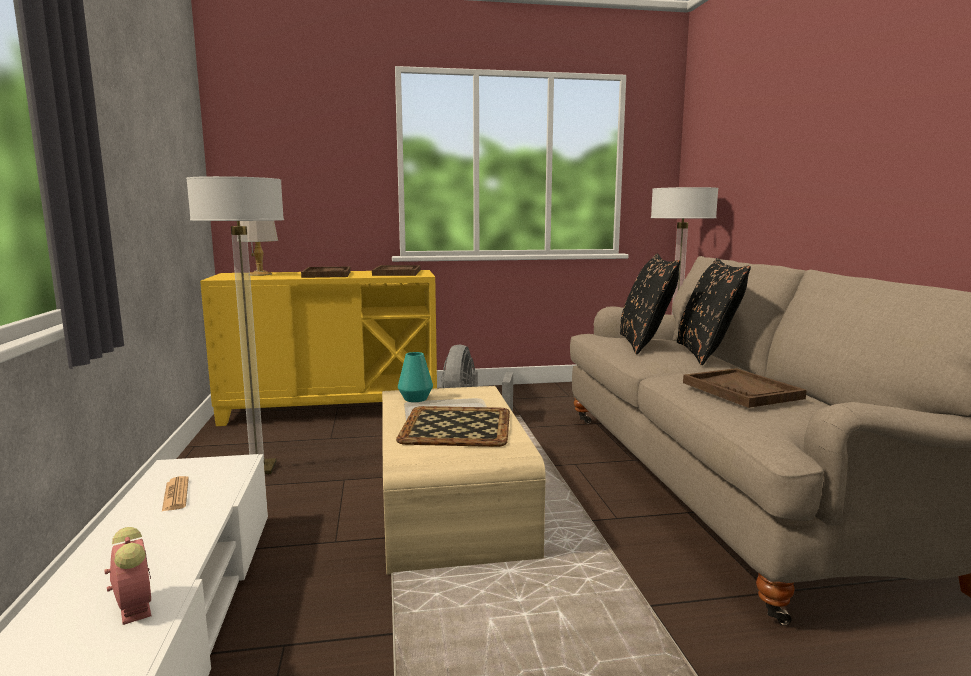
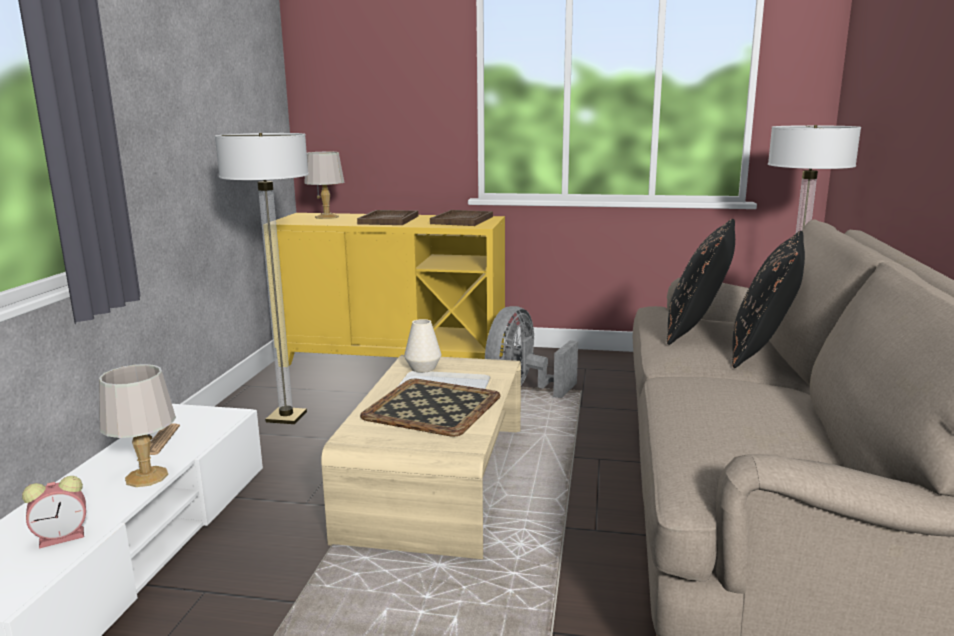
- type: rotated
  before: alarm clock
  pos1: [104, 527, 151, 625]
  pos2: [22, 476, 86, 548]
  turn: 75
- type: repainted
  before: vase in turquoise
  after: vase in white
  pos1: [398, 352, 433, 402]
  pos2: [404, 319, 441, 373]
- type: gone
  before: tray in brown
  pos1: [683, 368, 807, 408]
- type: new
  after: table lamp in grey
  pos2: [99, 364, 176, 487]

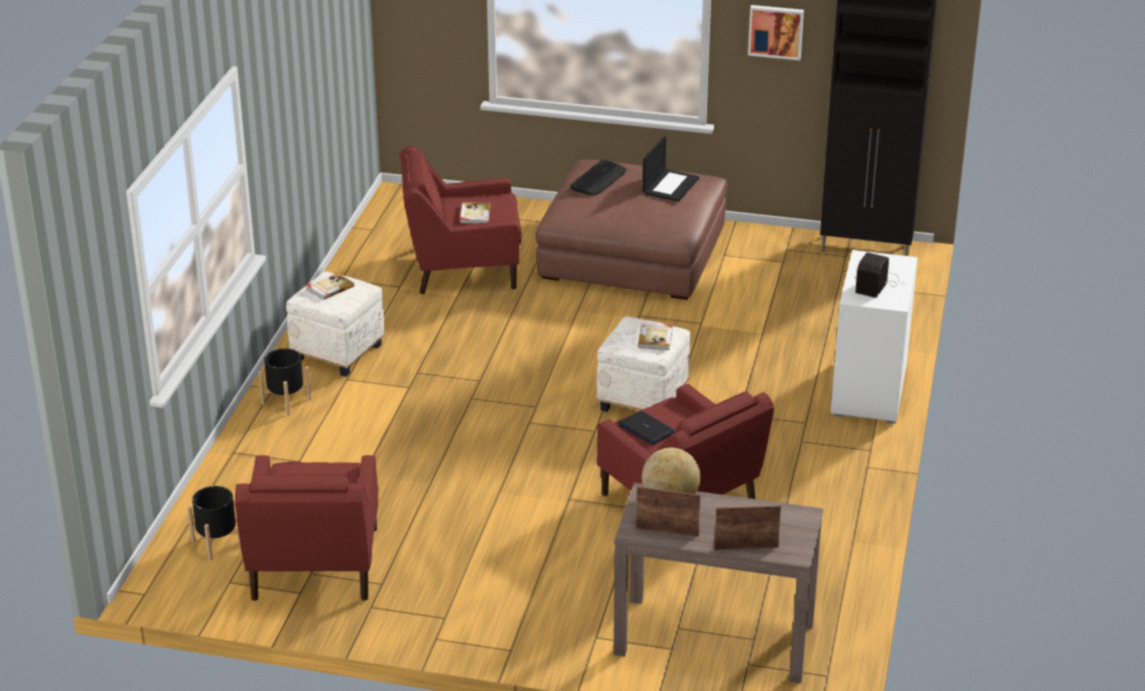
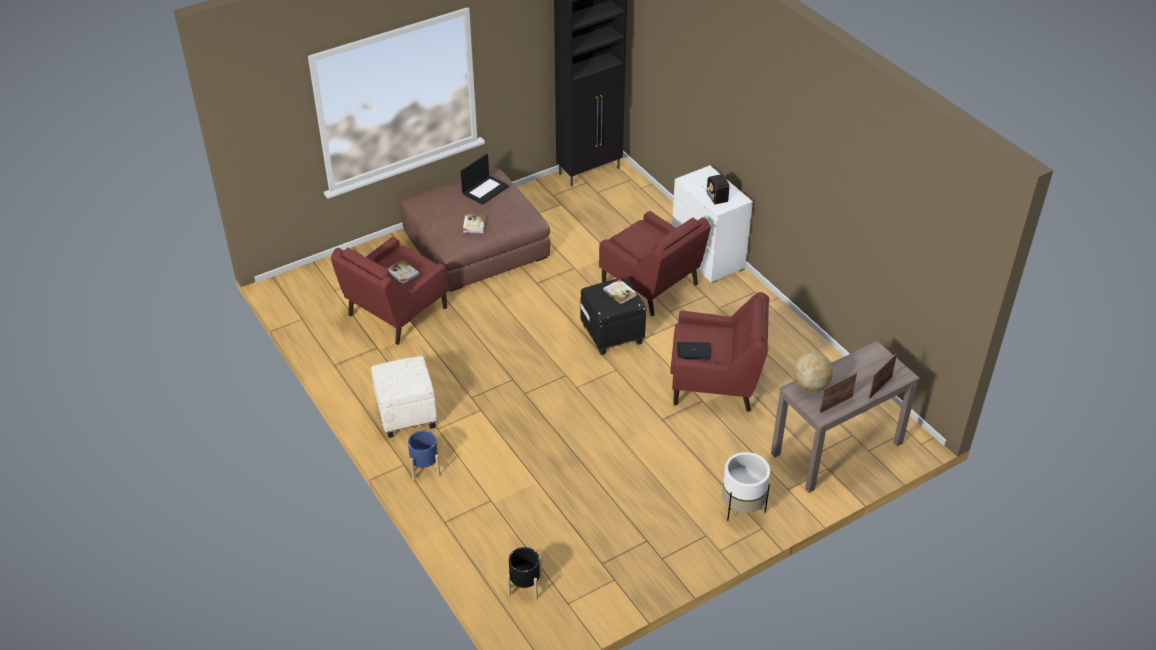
- type: shifted
  before: armchair in red
  pos1: [235, 455, 378, 601]
  pos2: [599, 211, 711, 316]
- type: repainted
  before: planter in black
  after: planter in blue
  pos1: [258, 348, 311, 416]
  pos2: [408, 431, 440, 480]
- type: shifted
  before: book
  pos1: [306, 271, 354, 300]
  pos2: [463, 214, 486, 233]
- type: gone
  before: keyboard
  pos1: [570, 160, 627, 196]
- type: repainted
  before: ottoman in white
  after: ottoman in black
  pos1: [597, 316, 691, 412]
  pos2: [580, 277, 646, 355]
- type: rotated
  before: laptop
  pos1: [643, 136, 700, 202]
  pos2: [461, 154, 509, 205]
  turn: 60
- type: gone
  before: picture
  pos1: [748, 5, 804, 60]
- type: new
  after: planter in white
  pos2: [722, 452, 770, 521]

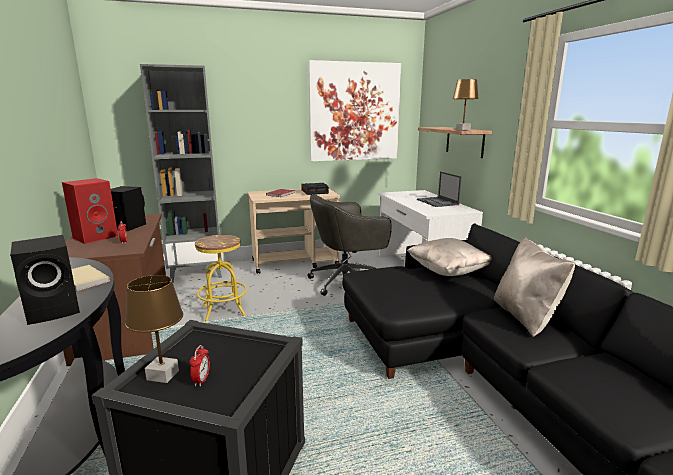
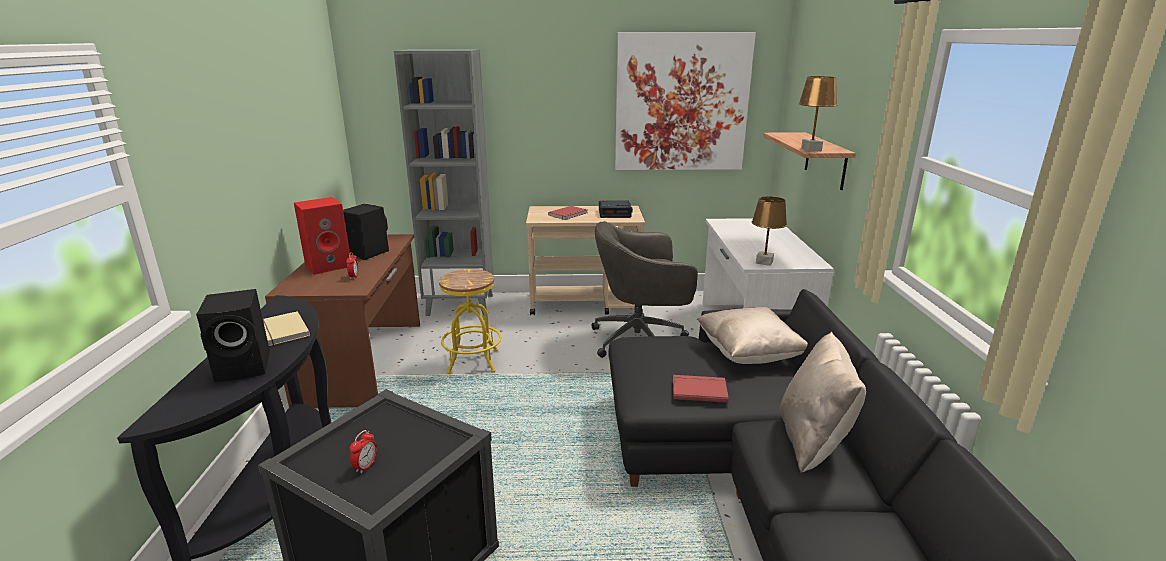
- type: shifted
  before: table lamp in brown
  pos1: [125, 275, 183, 383]
  pos2: [752, 196, 787, 266]
- type: gone
  before: laptop
  pos1: [417, 172, 462, 207]
- type: new
  after: book in red
  pos2: [673, 375, 729, 402]

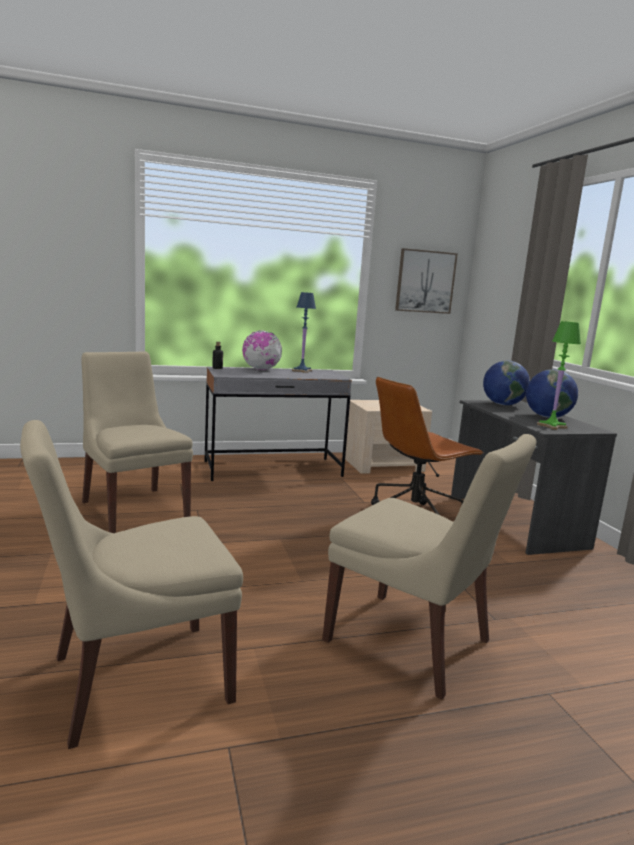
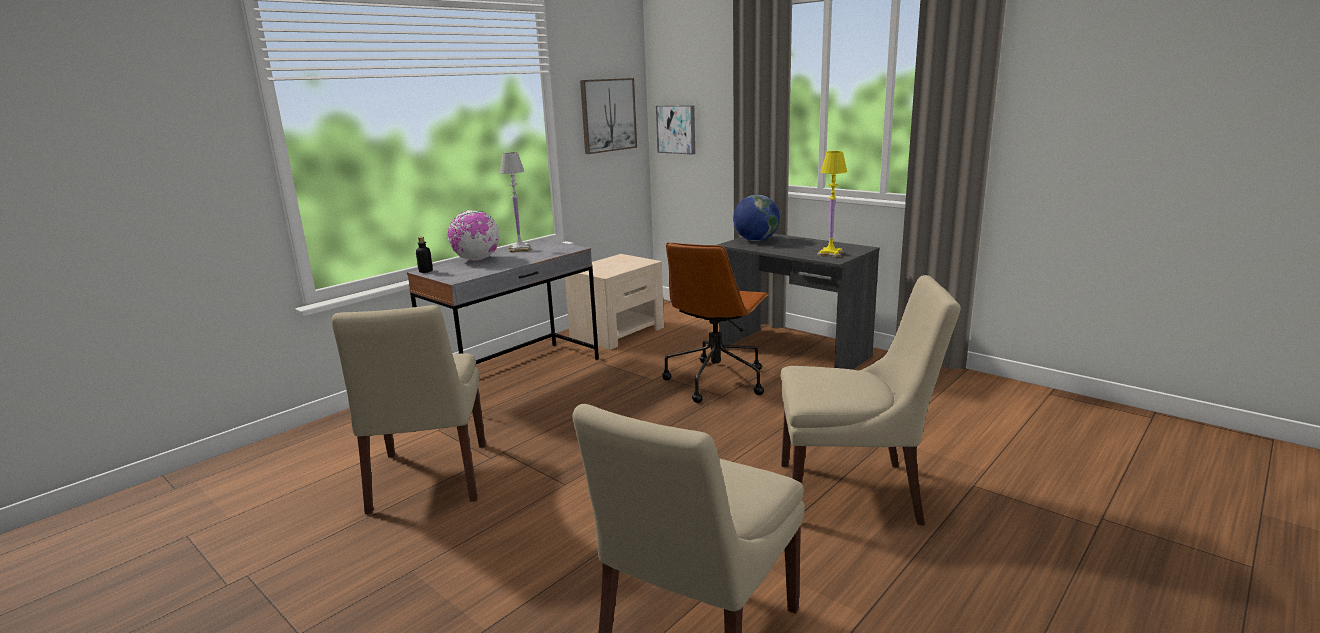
- type: rotated
  before: chair in beige
  pos1: [81, 351, 193, 533]
  pos2: [332, 305, 486, 514]
  turn: -120
- type: repainted
  before: table lamp in blue
  after: table lamp in white
  pos1: [292, 292, 316, 373]
  pos2: [500, 152, 532, 253]
- type: gone
  before: globe
  pos1: [526, 369, 578, 418]
- type: repainted
  before: table lamp in green
  after: table lamp in yellow
  pos1: [537, 321, 581, 430]
  pos2: [817, 151, 848, 257]
- type: new
  after: picture
  pos2: [656, 105, 695, 154]

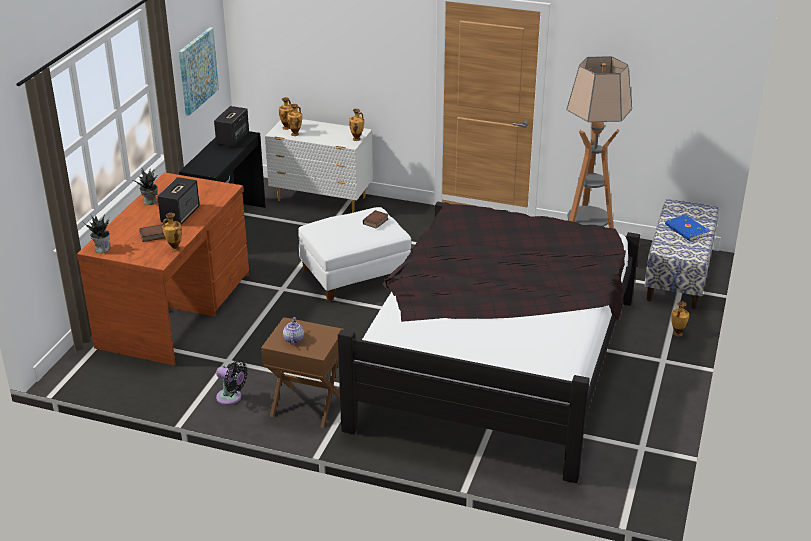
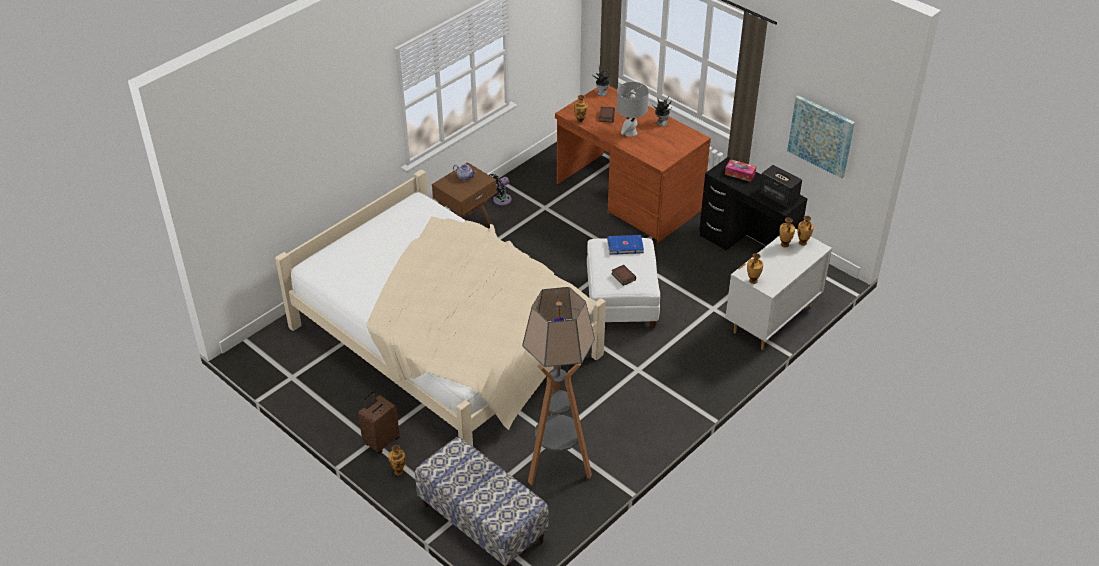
- type: swapped
  before: speaker
  after: table lamp in grey
  pos1: [157, 177, 200, 225]
  pos2: [617, 82, 649, 136]
- type: repainted
  before: bed in black
  after: bed in beige
  pos1: [338, 202, 640, 483]
  pos2: [275, 169, 606, 446]
- type: shifted
  before: book in blue
  pos1: [665, 215, 710, 241]
  pos2: [607, 235, 644, 255]
- type: new
  after: suitcase in brown
  pos2: [358, 391, 400, 453]
- type: new
  after: tissue box
  pos2: [725, 159, 756, 182]

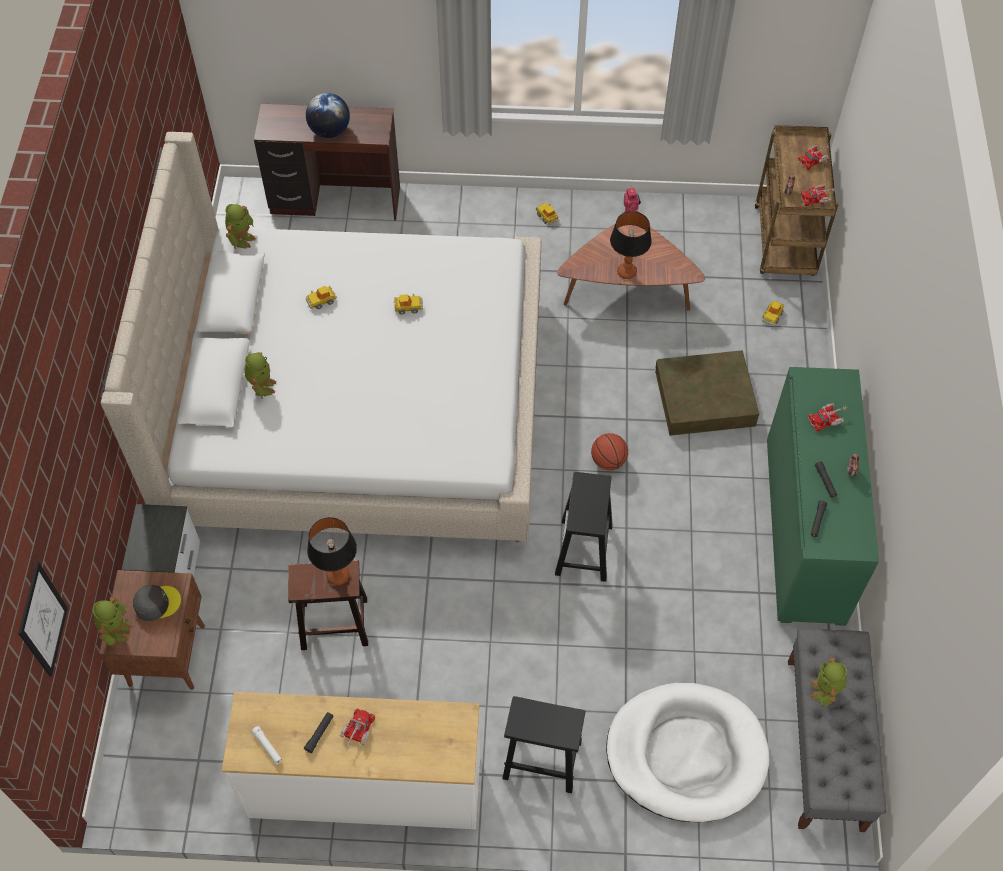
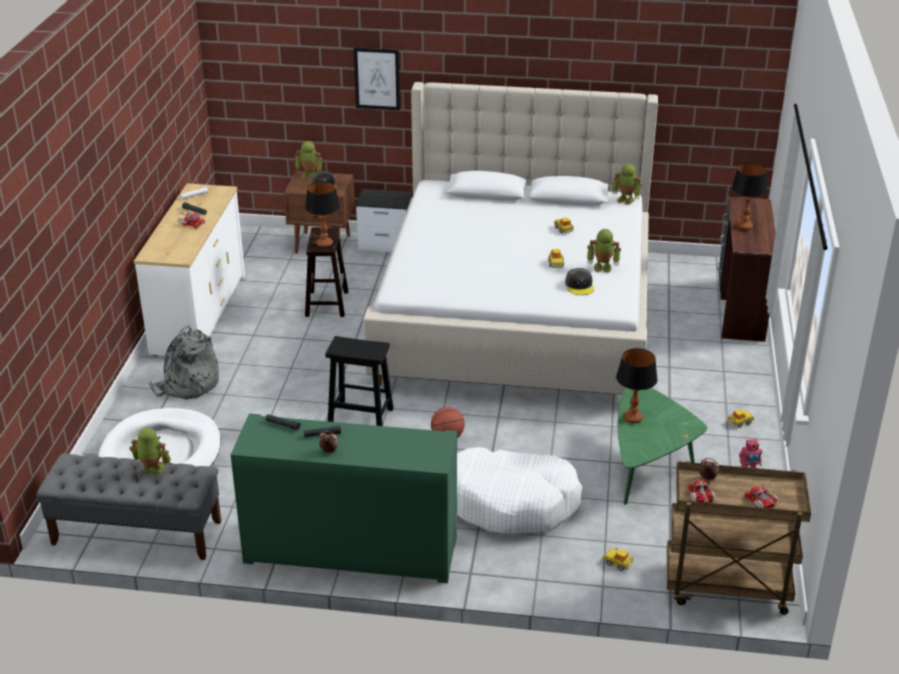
- type: shifted
  before: picture
  pos1: [18, 562, 68, 676]
  pos2: [354, 48, 400, 110]
- type: shifted
  before: toy robot
  pos1: [244, 352, 277, 399]
  pos2: [587, 229, 621, 273]
- type: swapped
  before: globe
  after: table lamp
  pos1: [306, 93, 350, 138]
  pos2: [731, 163, 767, 230]
- type: swapped
  before: stool in black
  after: backpack in grey
  pos1: [502, 696, 586, 794]
  pos2: [148, 326, 219, 400]
- type: repainted
  before: coffee table in brown
  after: coffee table in green
  pos1: [557, 224, 705, 311]
  pos2: [618, 387, 708, 505]
- type: swapped
  before: storage box in brown
  after: dog bed in white
  pos1: [655, 350, 759, 436]
  pos2: [457, 447, 582, 534]
- type: gone
  before: toy truck
  pos1: [808, 403, 847, 432]
- type: new
  after: cap in grey
  pos2: [565, 268, 594, 295]

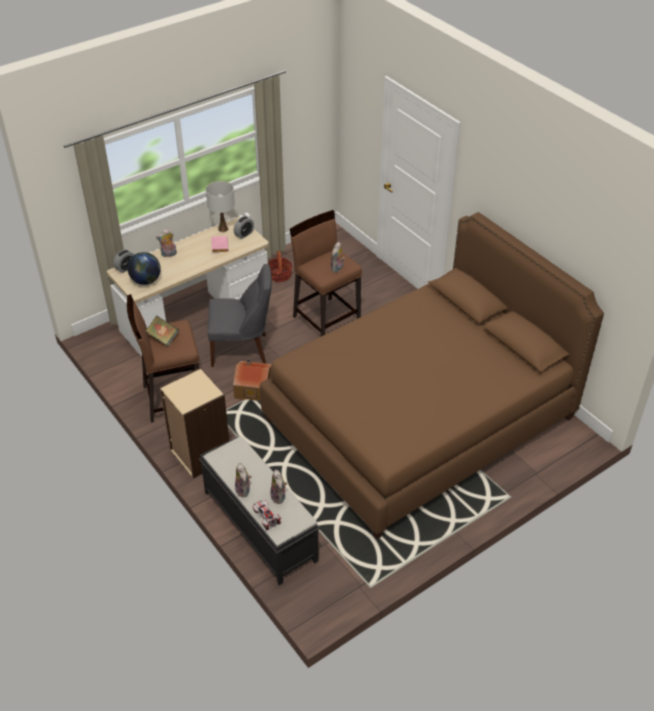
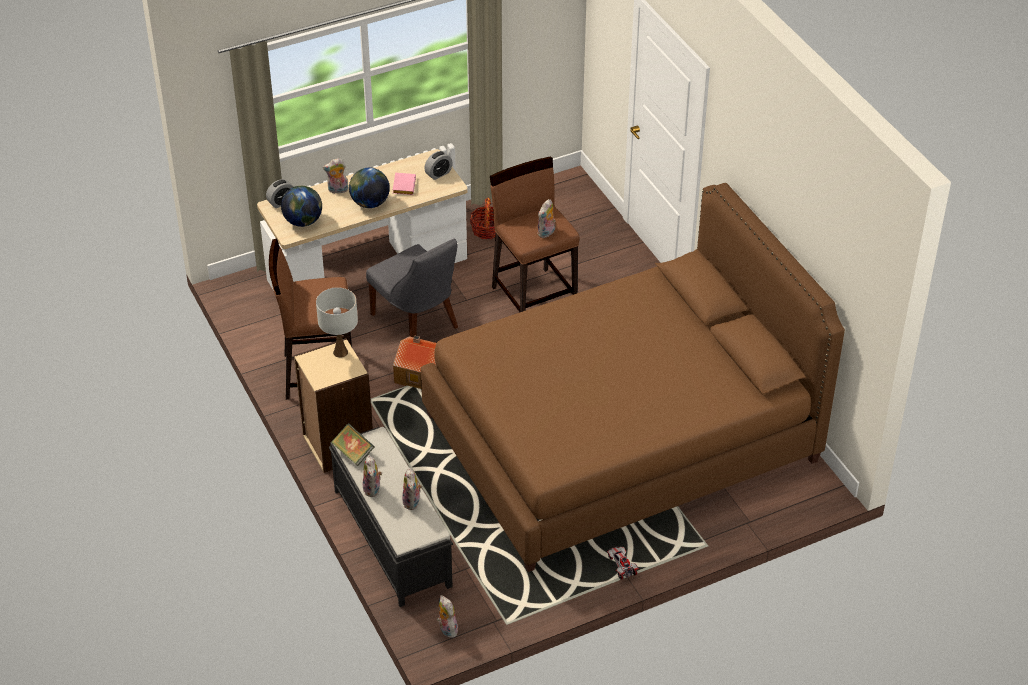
- type: shifted
  before: book
  pos1: [146, 316, 179, 346]
  pos2: [331, 423, 375, 466]
- type: shifted
  before: table lamp in white
  pos1: [206, 181, 235, 232]
  pos2: [316, 287, 358, 358]
- type: rotated
  before: chair in grey
  pos1: [207, 264, 272, 367]
  pos2: [366, 239, 458, 337]
  turn: 45
- type: shifted
  before: toy car
  pos1: [252, 500, 281, 530]
  pos2: [607, 546, 639, 580]
- type: new
  after: globe
  pos2: [349, 168, 390, 208]
- type: new
  after: plush toy
  pos2: [437, 595, 458, 638]

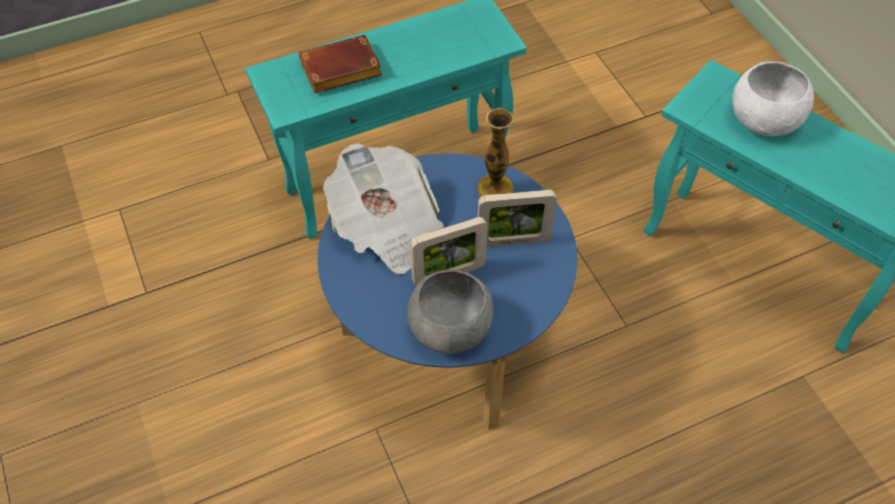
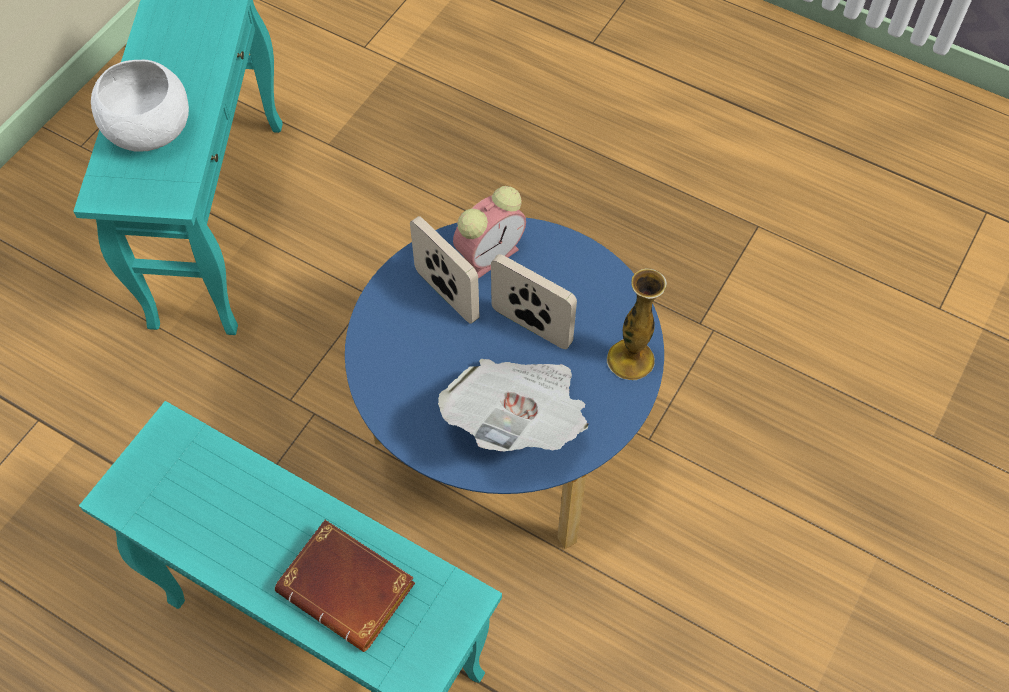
- type: gone
  before: bowl in grey
  pos1: [407, 269, 493, 354]
- type: shifted
  before: vase
  pos1: [478, 108, 514, 197]
  pos2: [607, 268, 667, 380]
- type: new
  after: alarm clock
  pos2: [453, 186, 526, 279]

